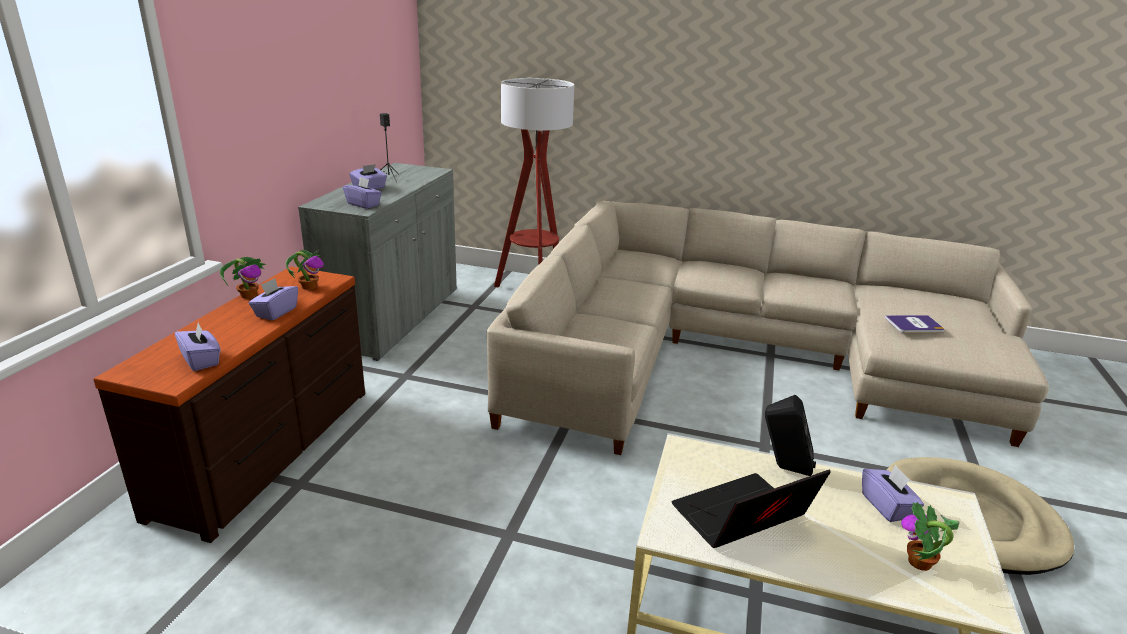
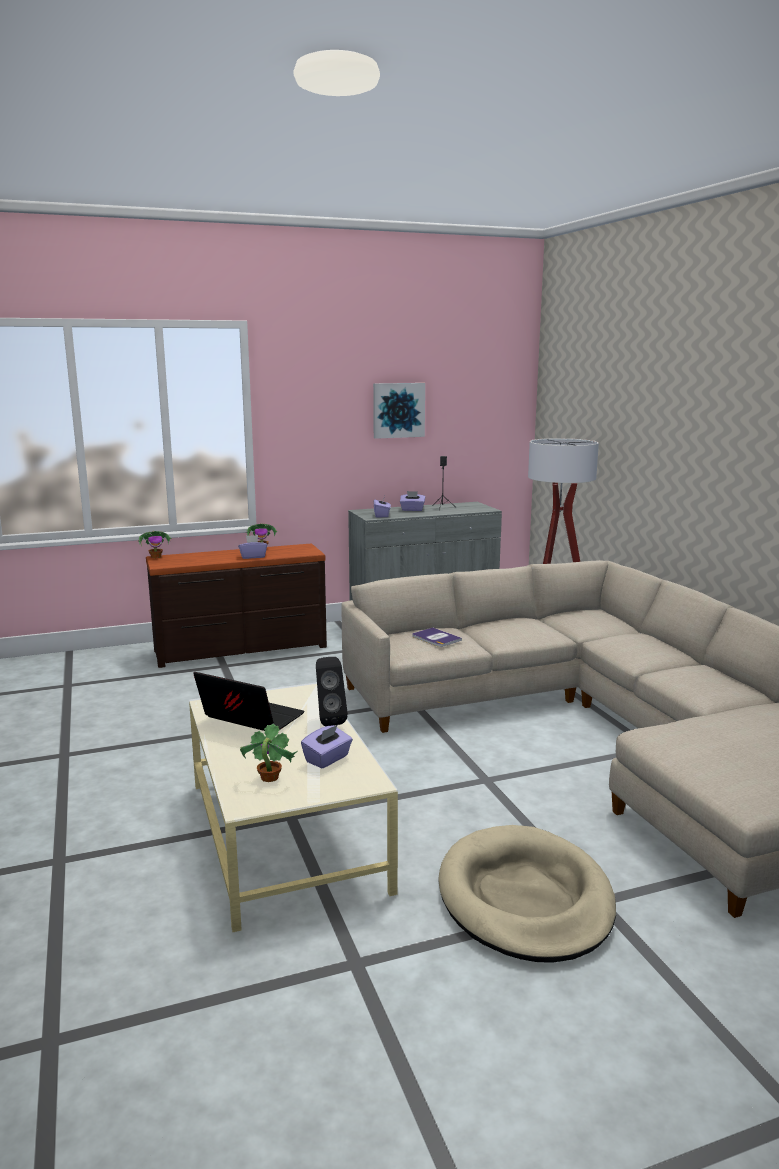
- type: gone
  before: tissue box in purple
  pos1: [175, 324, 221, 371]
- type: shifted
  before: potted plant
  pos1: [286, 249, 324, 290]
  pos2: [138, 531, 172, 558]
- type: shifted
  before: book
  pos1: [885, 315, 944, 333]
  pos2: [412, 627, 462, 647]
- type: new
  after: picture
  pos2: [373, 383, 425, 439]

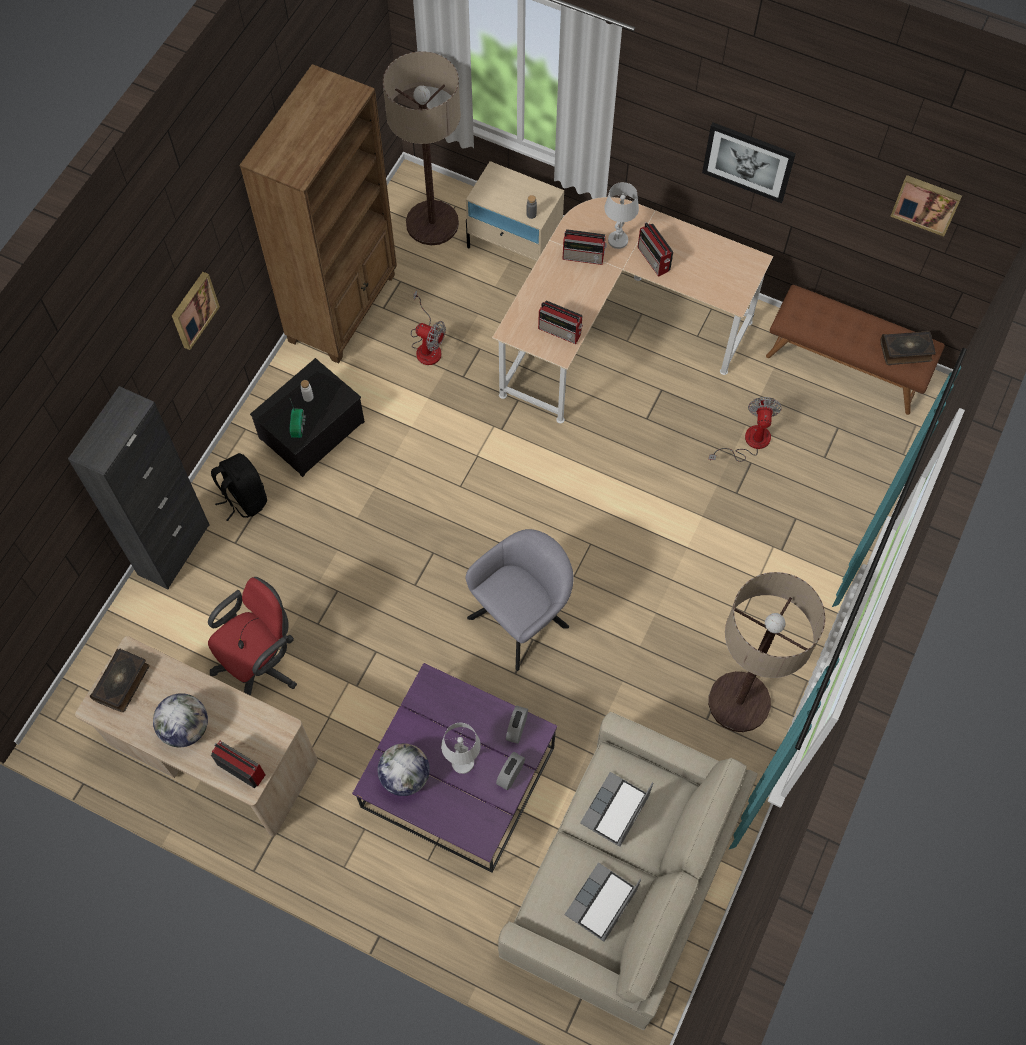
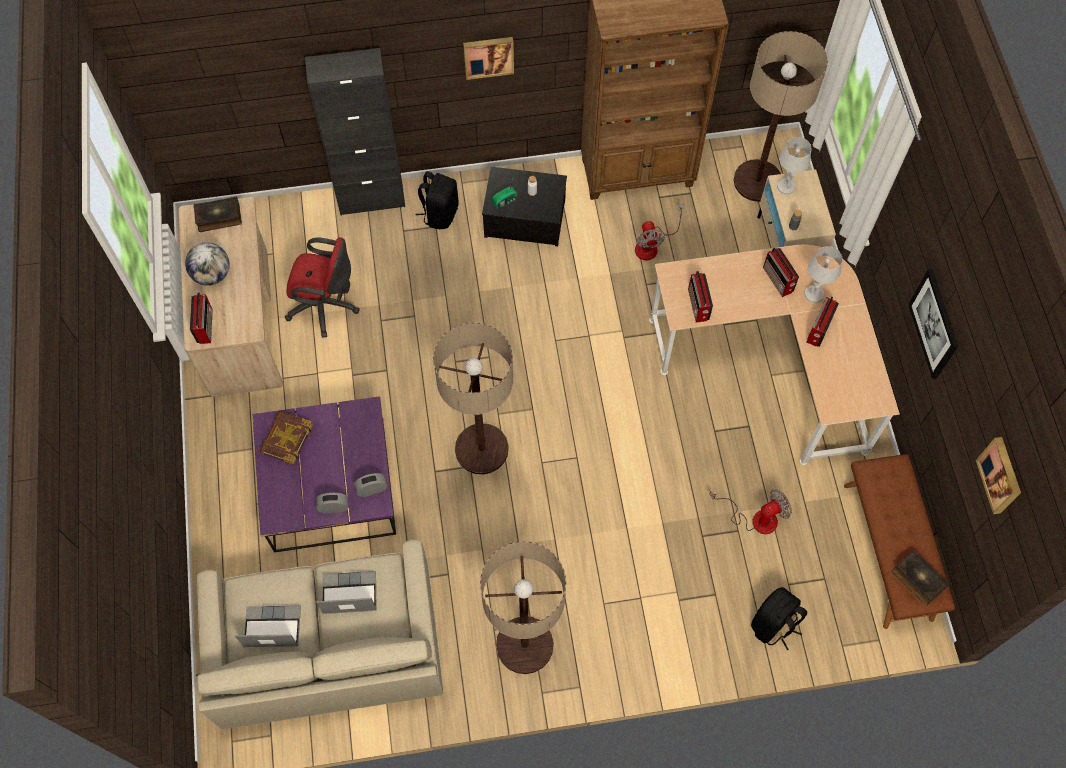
- type: swapped
  before: globe
  after: book
  pos1: [378, 743, 430, 796]
  pos2: [260, 411, 313, 465]
- type: shifted
  before: table lamp in white
  pos1: [441, 723, 481, 774]
  pos2: [777, 137, 811, 195]
- type: swapped
  before: armchair in grey
  after: floor lamp
  pos1: [466, 529, 574, 671]
  pos2: [433, 323, 513, 474]
- type: new
  after: backpack in black
  pos2: [751, 587, 807, 651]

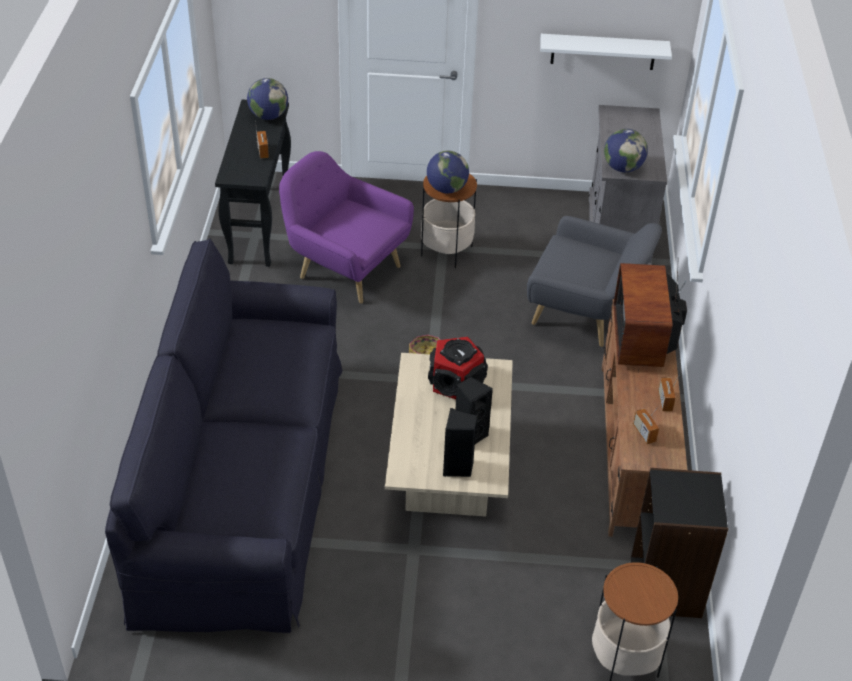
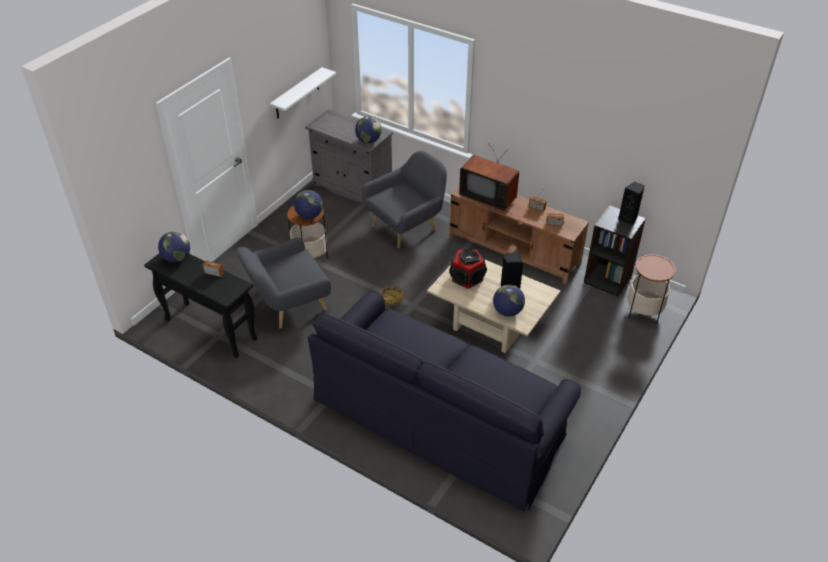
- type: repainted
  before: armchair in purple
  after: armchair in grey
  pos1: [279, 151, 414, 303]
  pos2: [237, 237, 331, 329]
- type: shifted
  before: speaker in black
  pos1: [443, 408, 477, 477]
  pos2: [618, 182, 645, 226]
- type: new
  after: globe
  pos2: [493, 285, 525, 317]

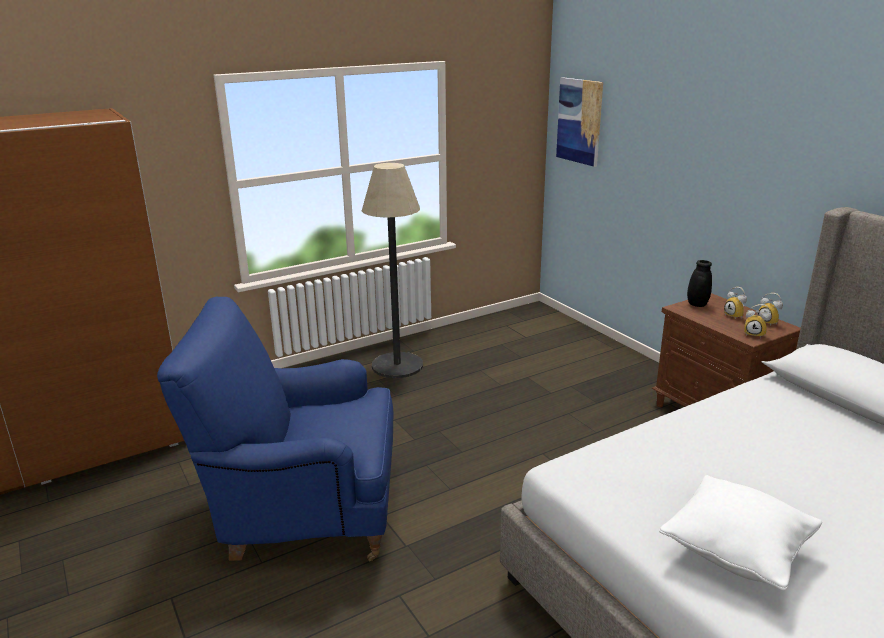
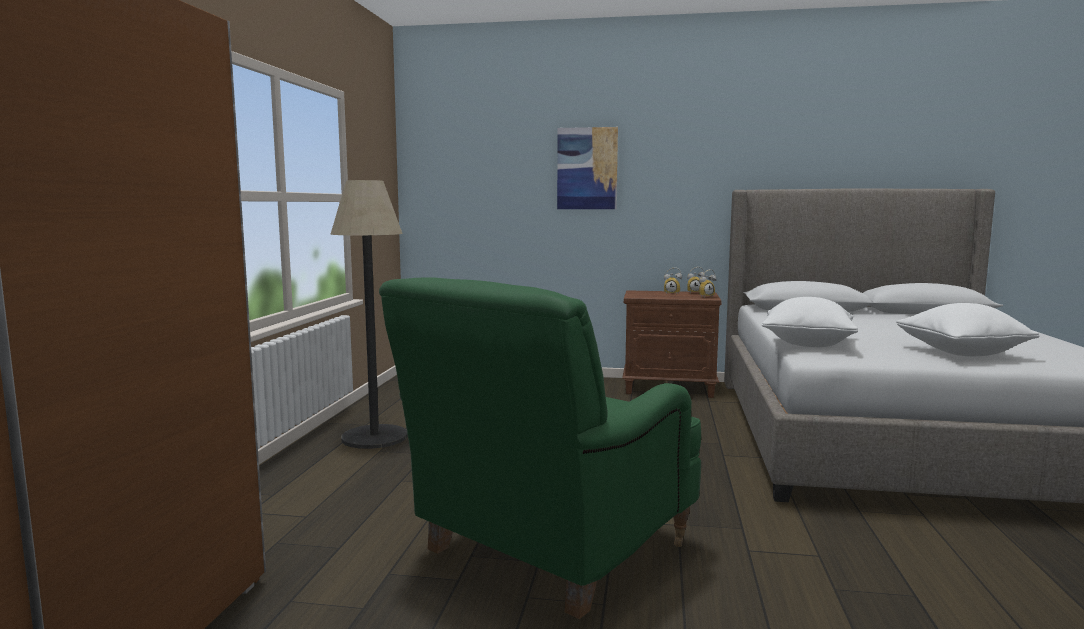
- type: repainted
  before: armchair in blue
  after: armchair in green
  pos1: [157, 297, 394, 561]
  pos2: [379, 277, 701, 619]
- type: shifted
  before: picture
  pos1: [556, 77, 603, 167]
  pos2: [557, 127, 618, 209]
- type: gone
  before: vase in black
  pos1: [687, 260, 712, 307]
- type: new
  after: pillow in white
  pos2: [762, 297, 858, 347]

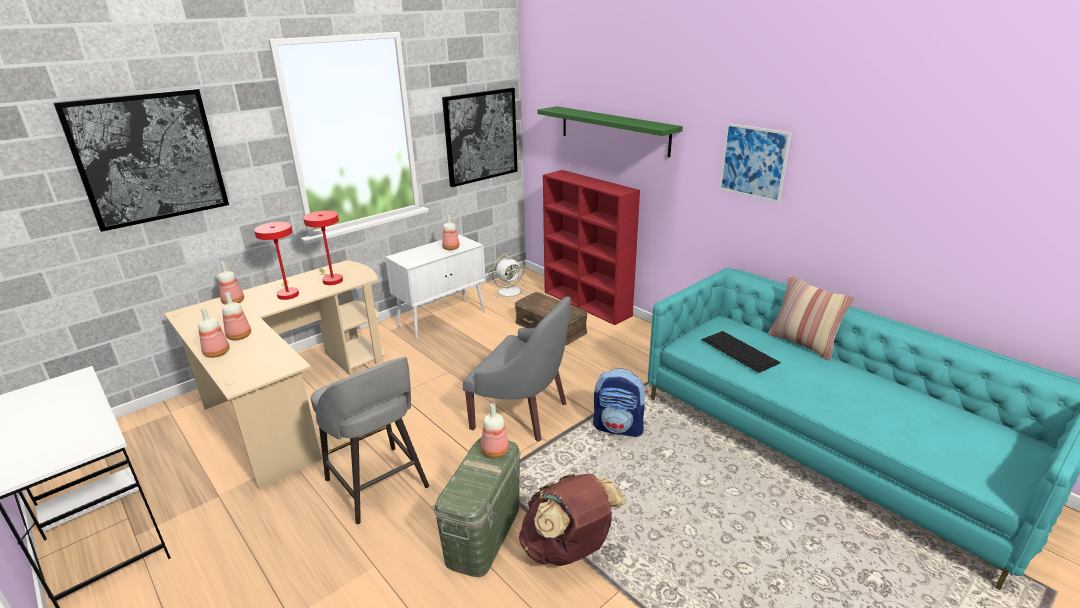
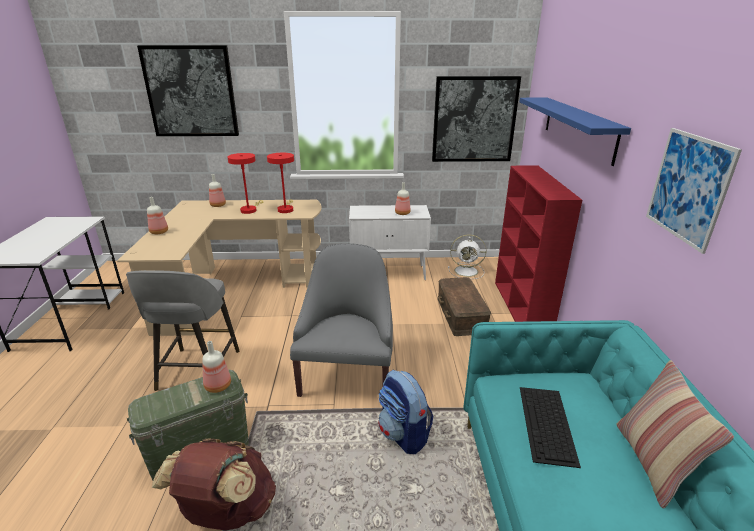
- type: gone
  before: bottle
  pos1: [222, 292, 251, 340]
- type: rotated
  before: armchair in grey
  pos1: [463, 297, 571, 442]
  pos2: [290, 243, 393, 397]
  turn: -150
- type: repainted
  before: shelf in green
  after: shelf in blue
  pos1: [537, 106, 683, 157]
  pos2: [520, 98, 631, 166]

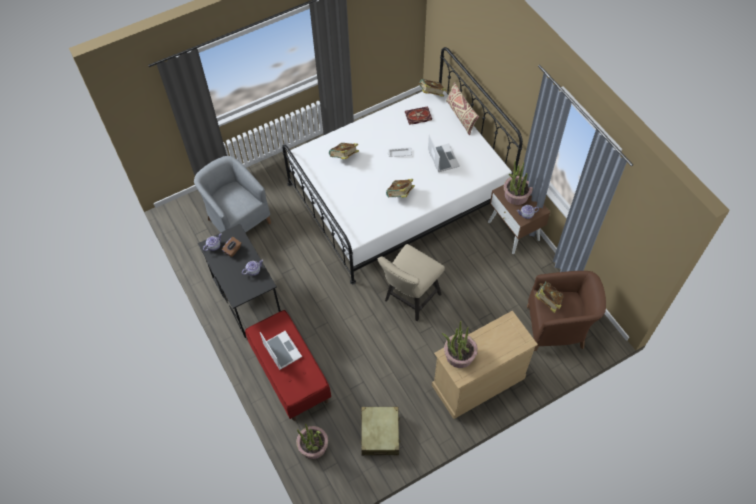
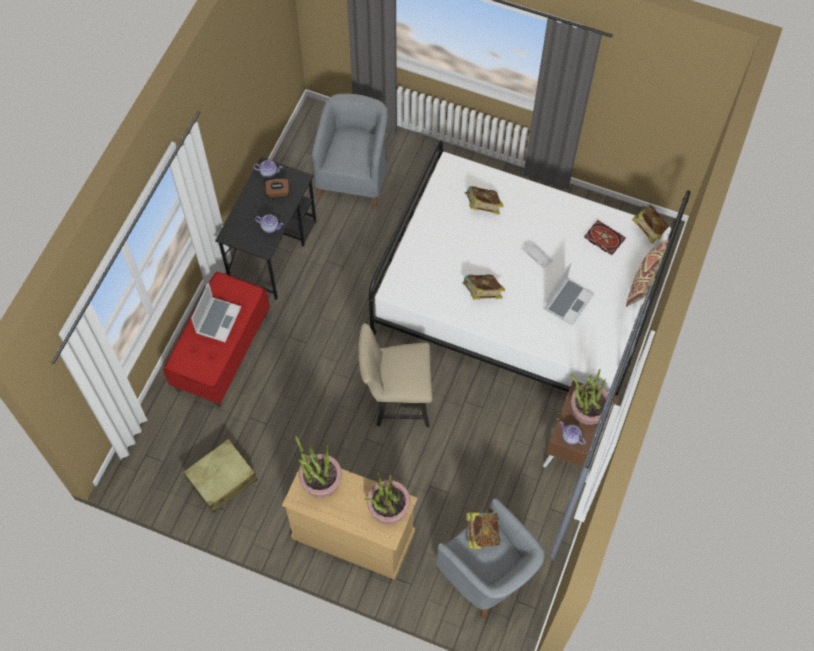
- type: shifted
  before: potted plant
  pos1: [296, 423, 328, 459]
  pos2: [364, 472, 411, 524]
- type: repainted
  before: armchair in brown
  after: armchair in grey
  pos1: [527, 271, 606, 351]
  pos2: [435, 499, 545, 618]

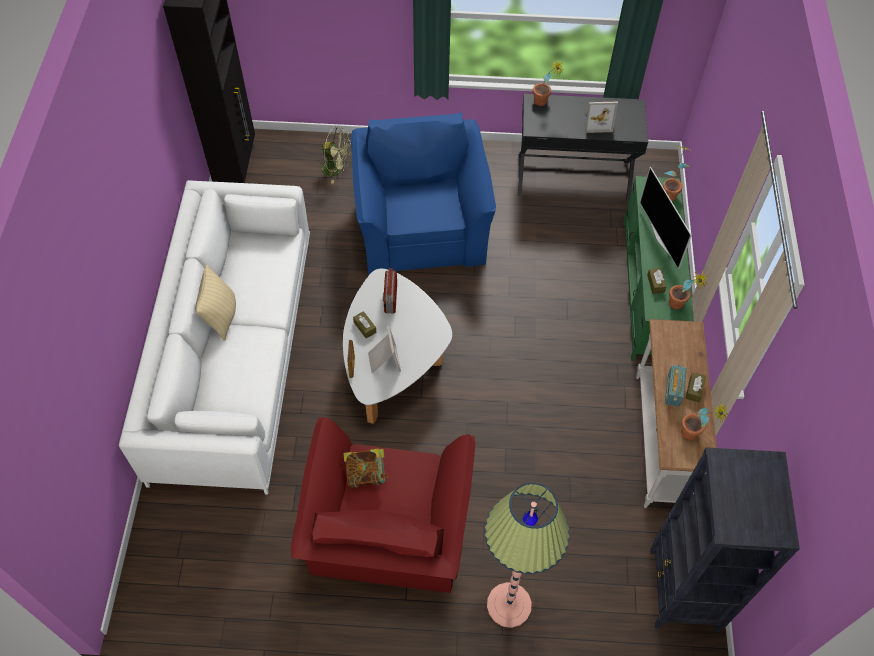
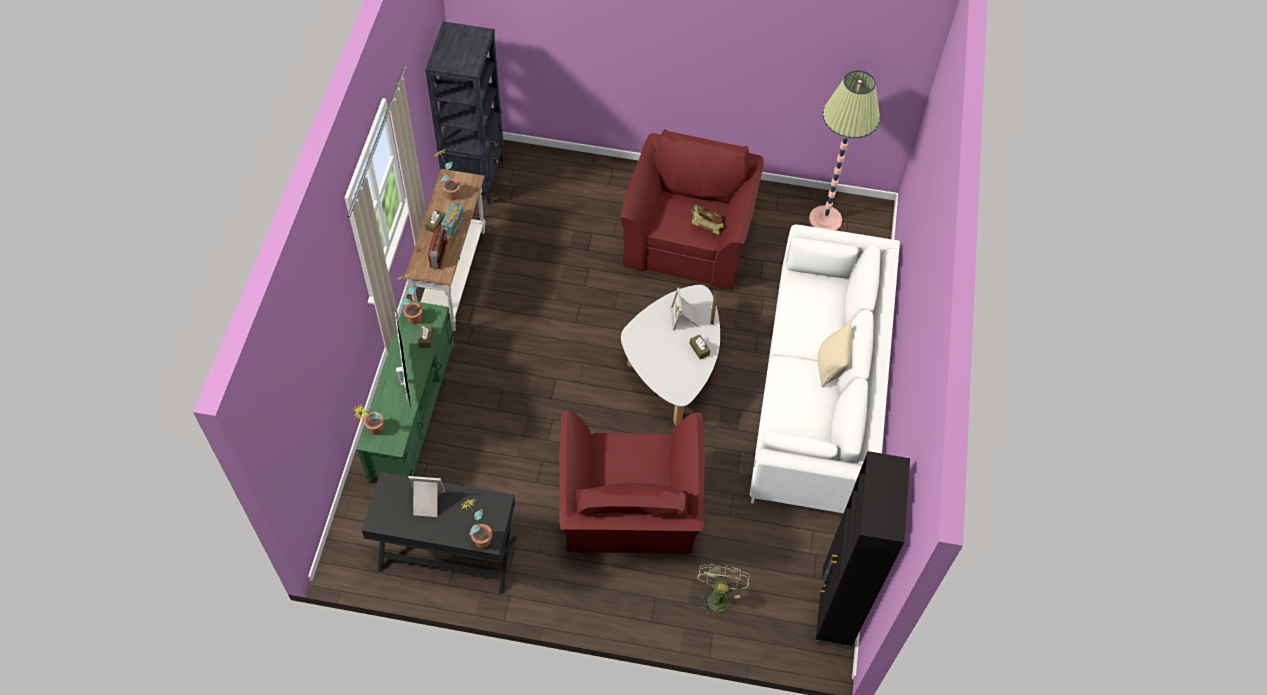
- type: rotated
  before: fan in green
  pos1: [318, 126, 352, 184]
  pos2: [697, 564, 749, 618]
  turn: 75
- type: repainted
  before: armchair in blue
  after: armchair in red
  pos1: [351, 112, 496, 275]
  pos2: [559, 410, 705, 554]
- type: shifted
  before: radio
  pos1: [383, 268, 397, 313]
  pos2: [428, 226, 448, 269]
- type: shifted
  before: floor lamp
  pos1: [485, 482, 570, 628]
  pos2: [809, 70, 880, 230]

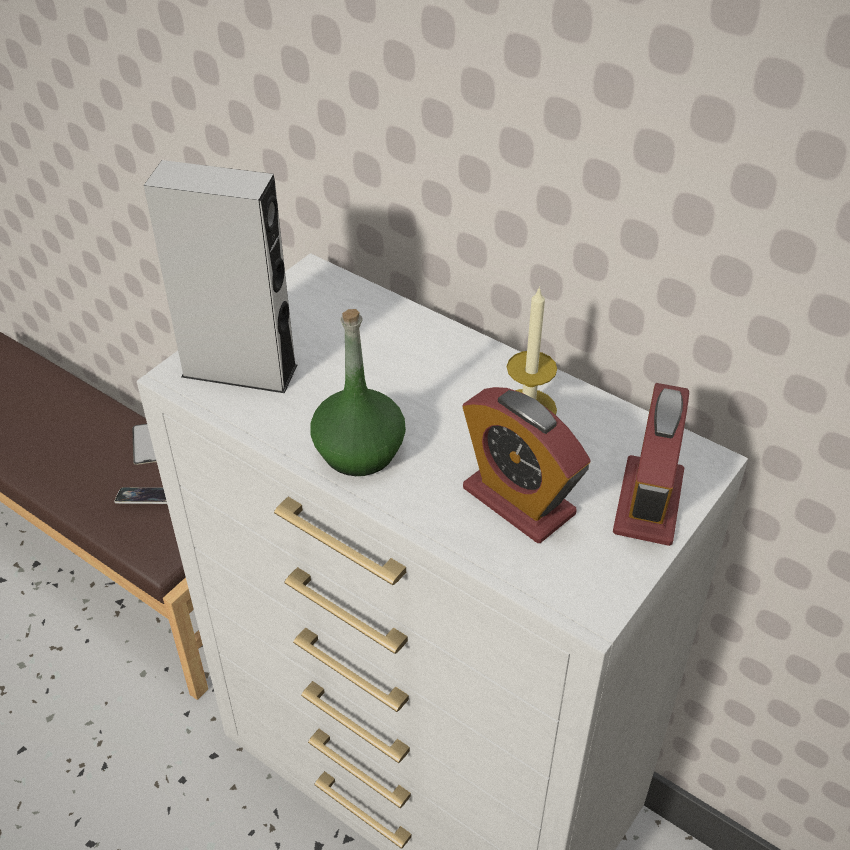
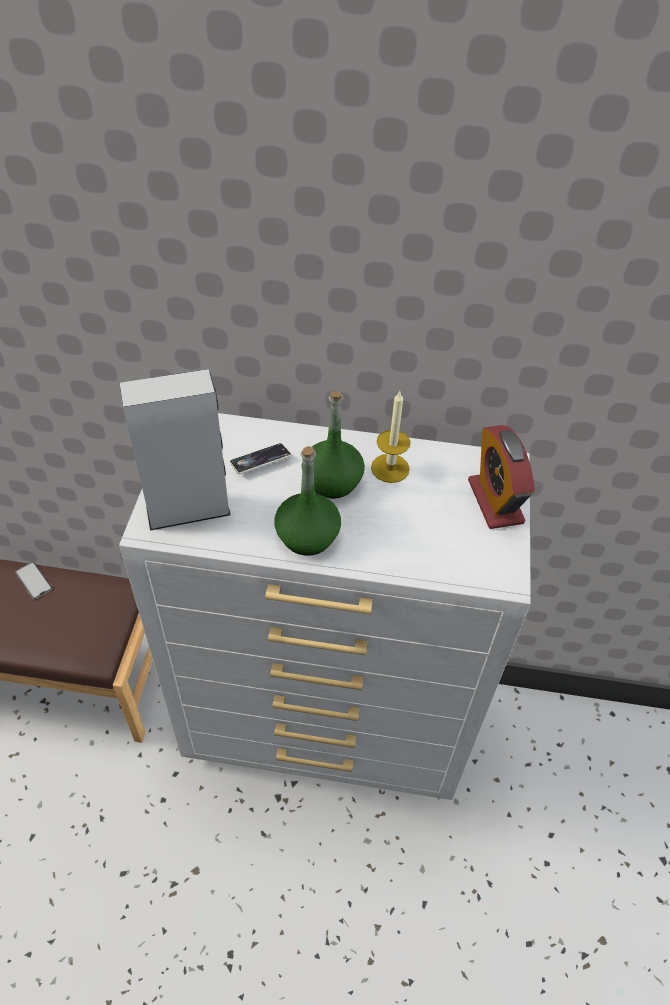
- type: shifted
  before: phone
  pos1: [114, 487, 167, 504]
  pos2: [229, 443, 292, 474]
- type: gone
  before: alarm clock
  pos1: [463, 387, 590, 543]
- type: new
  after: bottle in green
  pos2: [302, 391, 365, 499]

